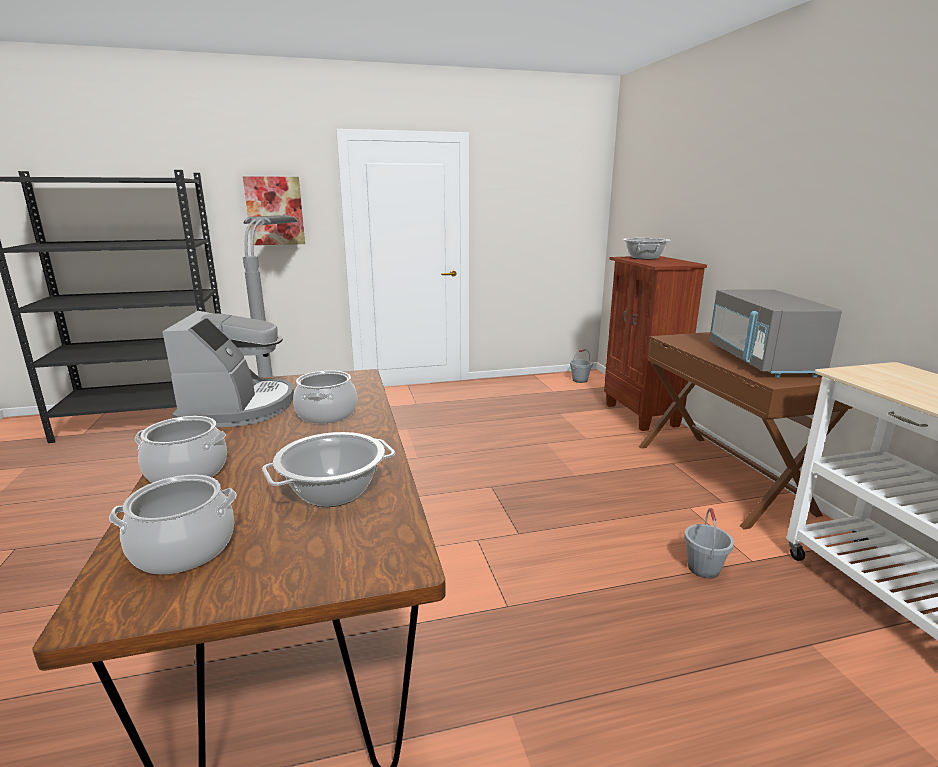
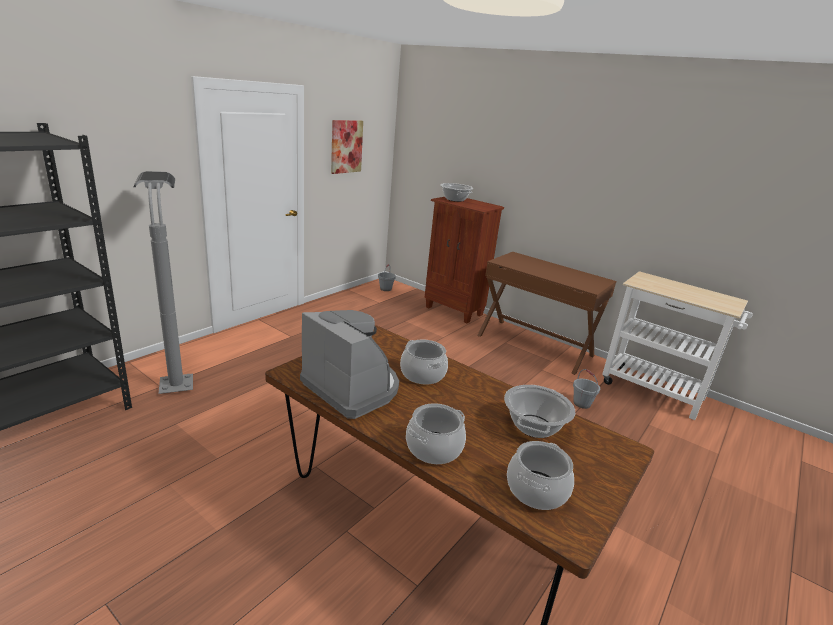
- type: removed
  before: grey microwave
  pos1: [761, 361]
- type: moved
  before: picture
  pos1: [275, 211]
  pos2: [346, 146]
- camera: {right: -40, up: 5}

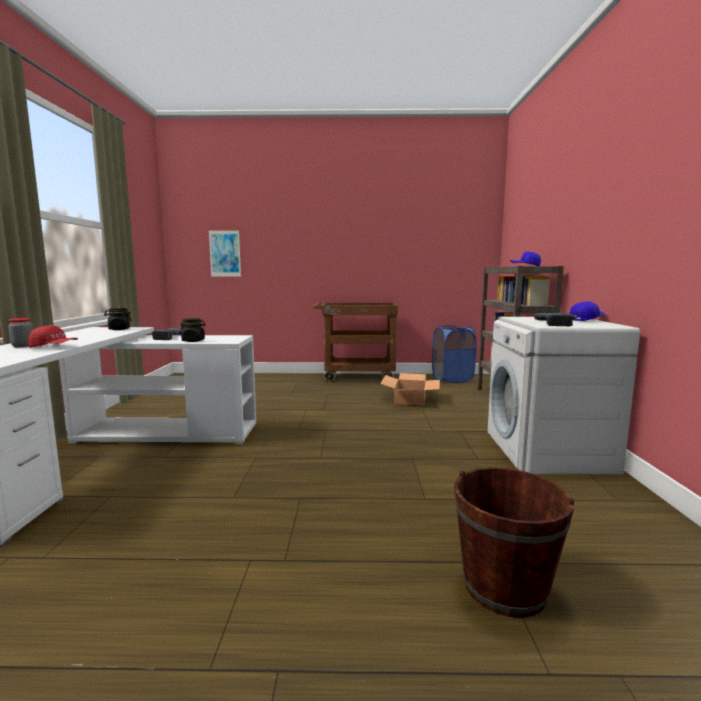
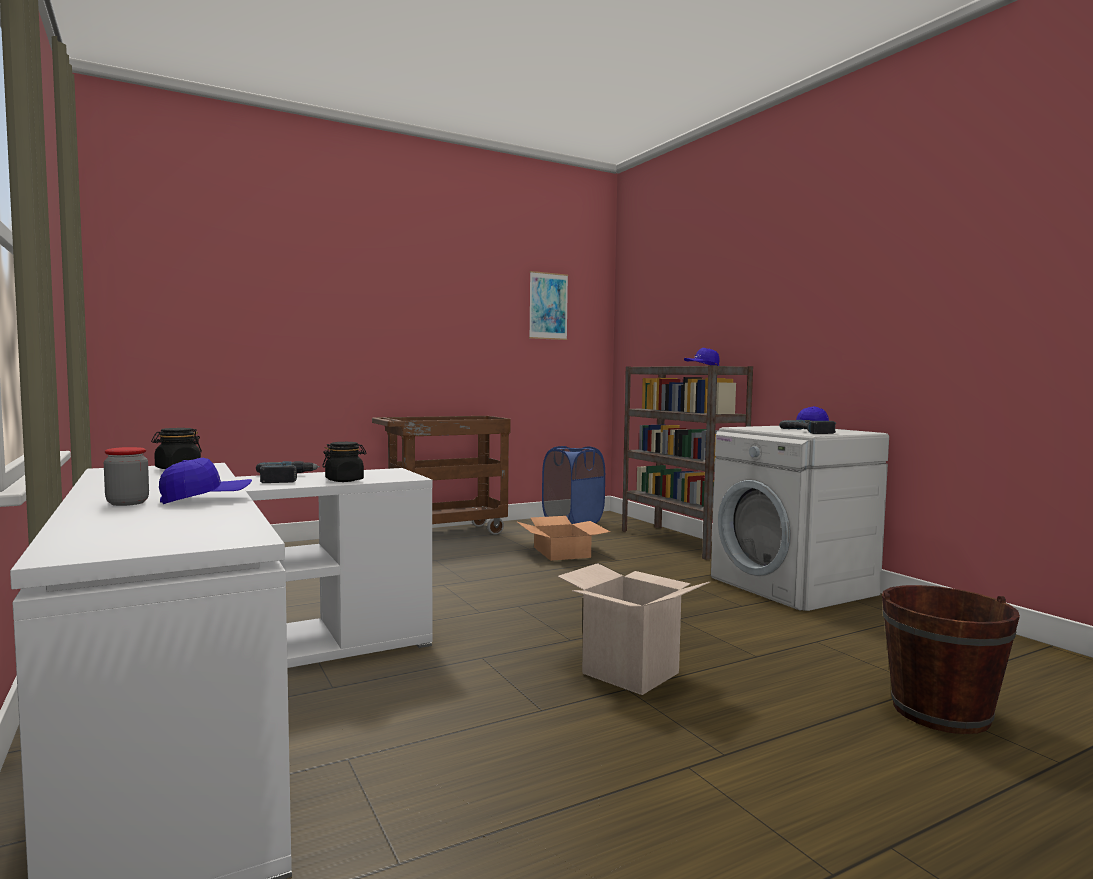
- type: added
  after: cardboard box
  pos2: [630, 673]
- type: moved
  before: picture
  pos1: [225, 253]
  pos2: [548, 306]
- type: recoloured
  before: red cap
  after: blue cap
  pos1: [54, 347]
  pos2: [206, 499]
- camera: {right: -30, up: -5}

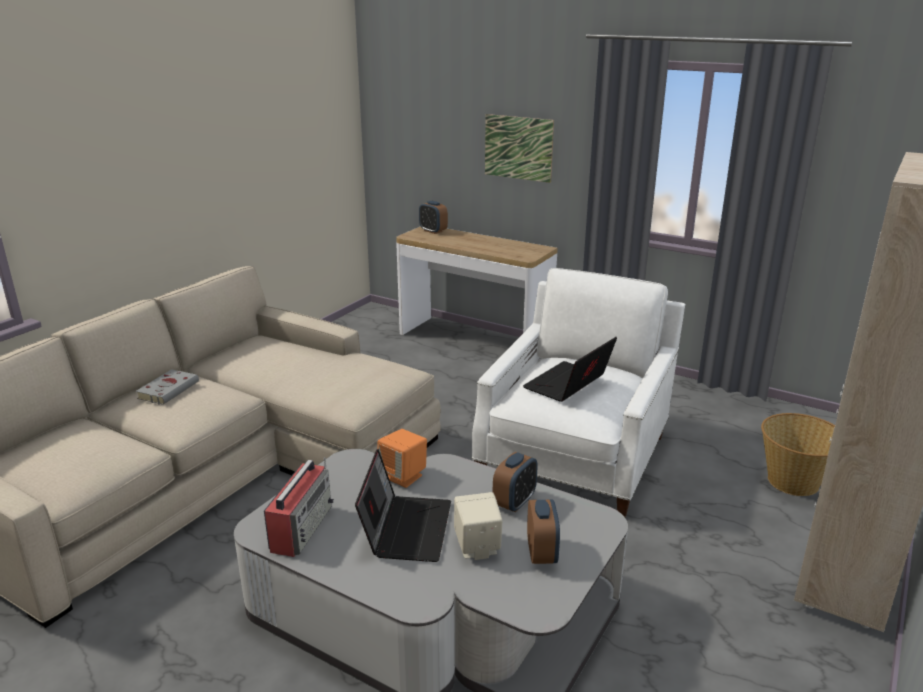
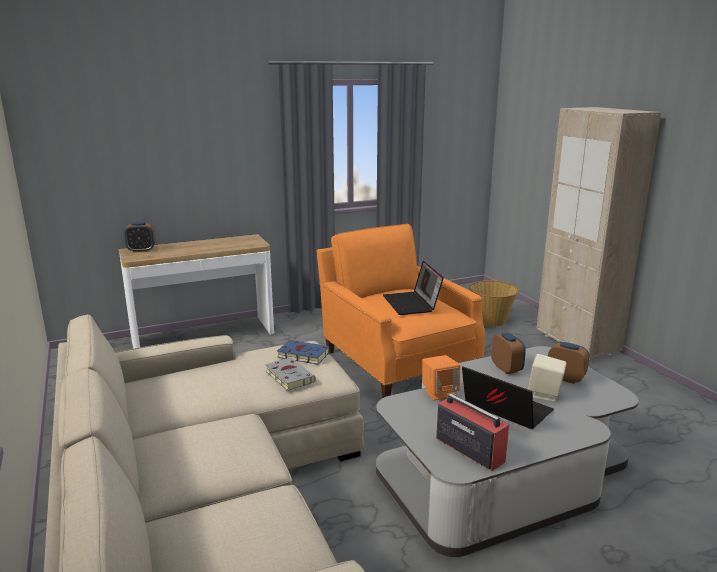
- type: removed
  before: picture
  pos1: [518, 148]
- type: added
  after: blue book
  pos2: [302, 355]
- type: moved
  before: grey book
  pos1: [169, 390]
  pos2: [288, 376]
- type: recoloured
  before: white armchair
  after: orange armchair
  pos1: [575, 453]
  pos2: [398, 359]
- camera: {right: -55, up: -5}

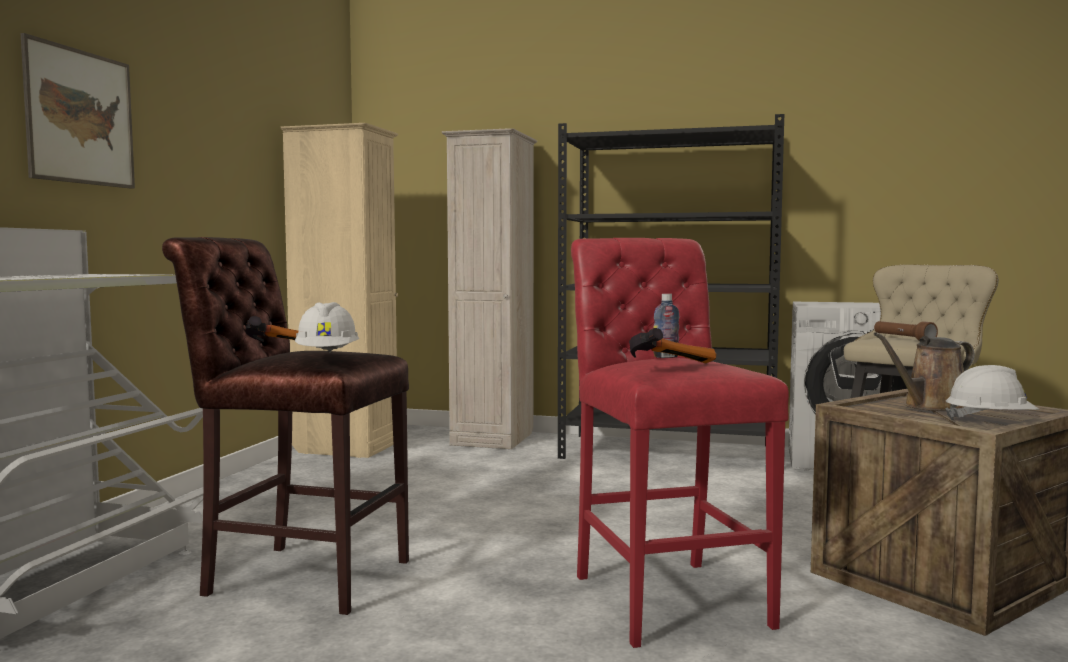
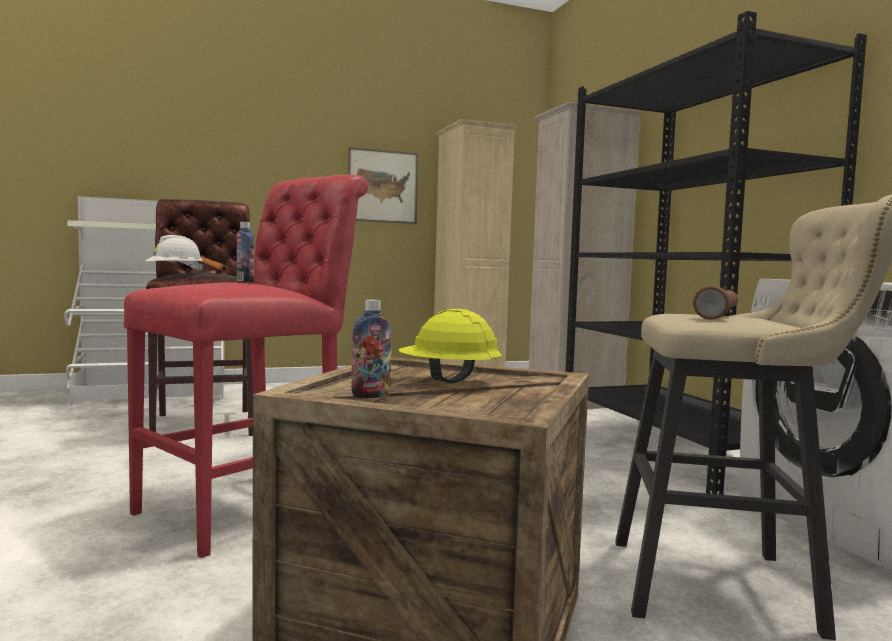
- type: removed
  before: hammer
  pos1: [670, 366]
- type: moved
  before: picture
  pos1: [80, 117]
  pos2: [382, 186]
- type: replaced
  before: brown watering can
  after: yellow hard hat
  pos1: [931, 407]
  pos2: [448, 381]
- type: replaced
  before: white hard hat
  after: bottle
  pos1: [990, 421]
  pos2: [371, 395]
- camera: {right: 55, up: 0}

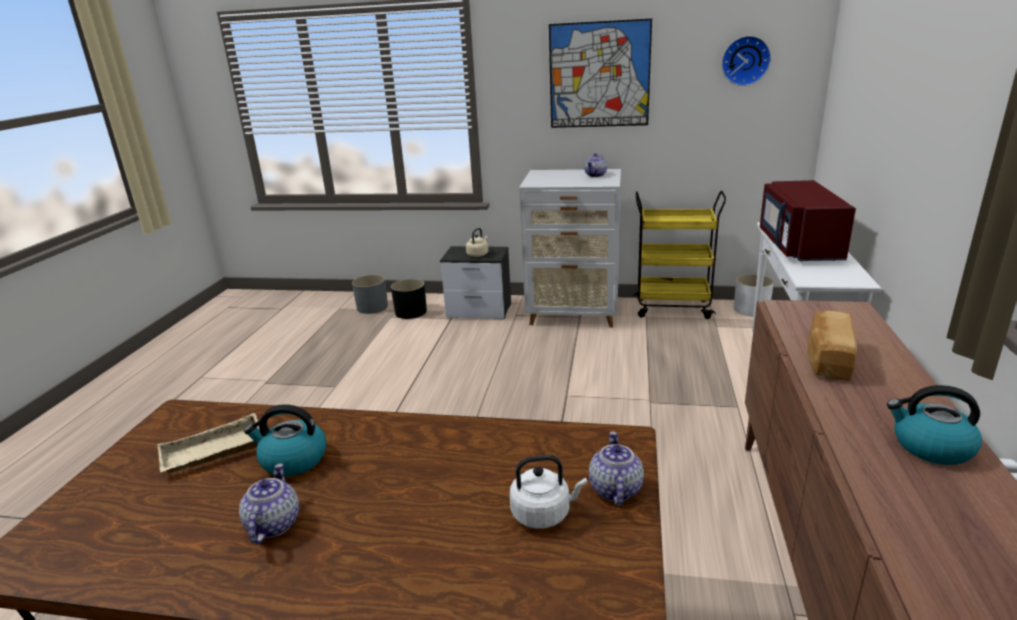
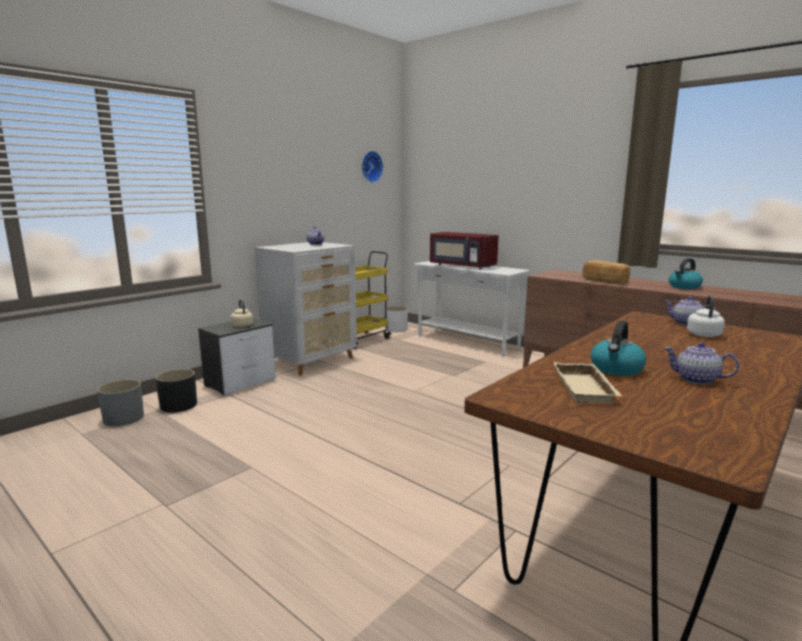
- type: removed
  before: picture
  pos1: [599, 75]
- camera: {right: -60, up: -10}

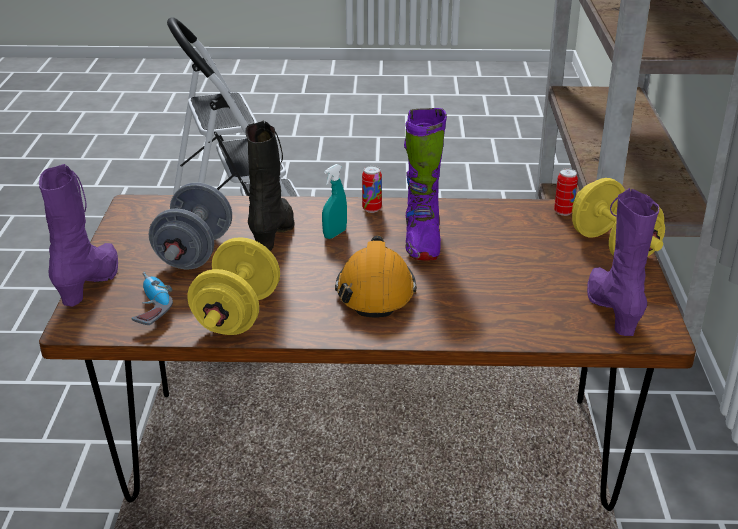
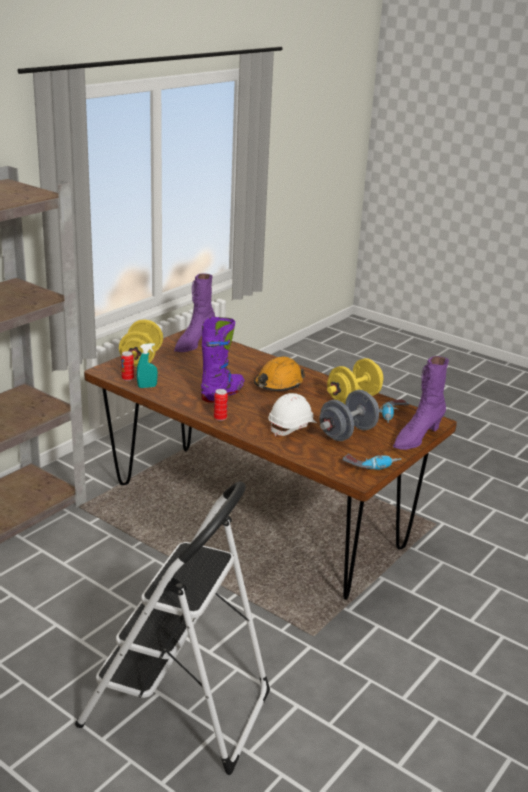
- type: added
  after: power drill
  pos2: [371, 466]
- type: moved
  before: turquoise spray bottle
  pos1: [335, 234]
  pos2: [147, 387]
- type: replaced
  before: black boot
  after: white hard hat
  pos1: [274, 233]
  pos2: [292, 426]
- camera: {right: -145, up: -5}

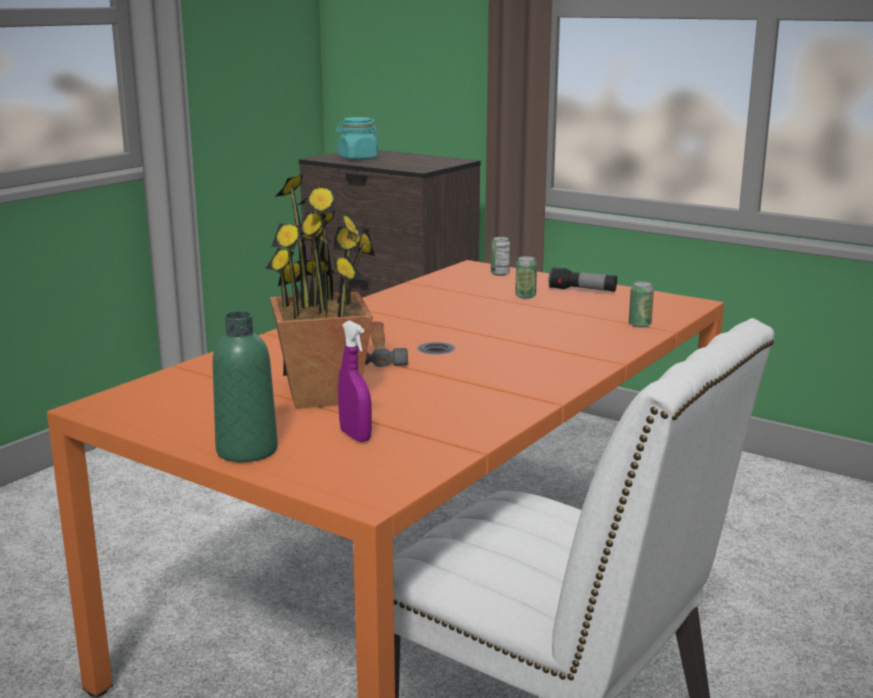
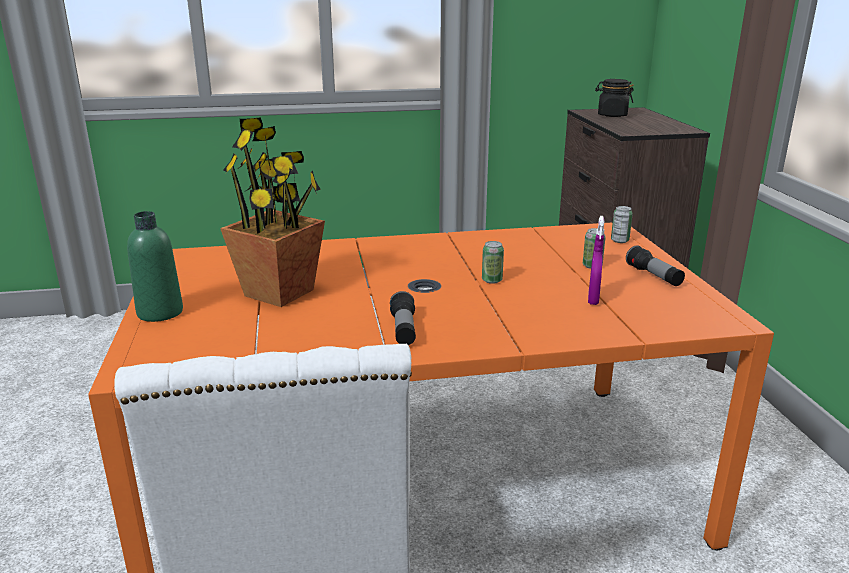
- type: removed
  before: hammer
  pos1: [381, 349]
- type: added
  after: flashlight
  pos2: [403, 330]
- type: moved
  before: purple spray bottle
  pos1: [355, 436]
  pos2: [593, 299]
- type: moved
  before: can
  pos1: [639, 325]
  pos2: [492, 280]
- type: recoloured
  before: turquoise jar
  after: black jar
  pos1: [357, 158]
  pos2: [612, 115]
- camera: {right: 45, up: 5}

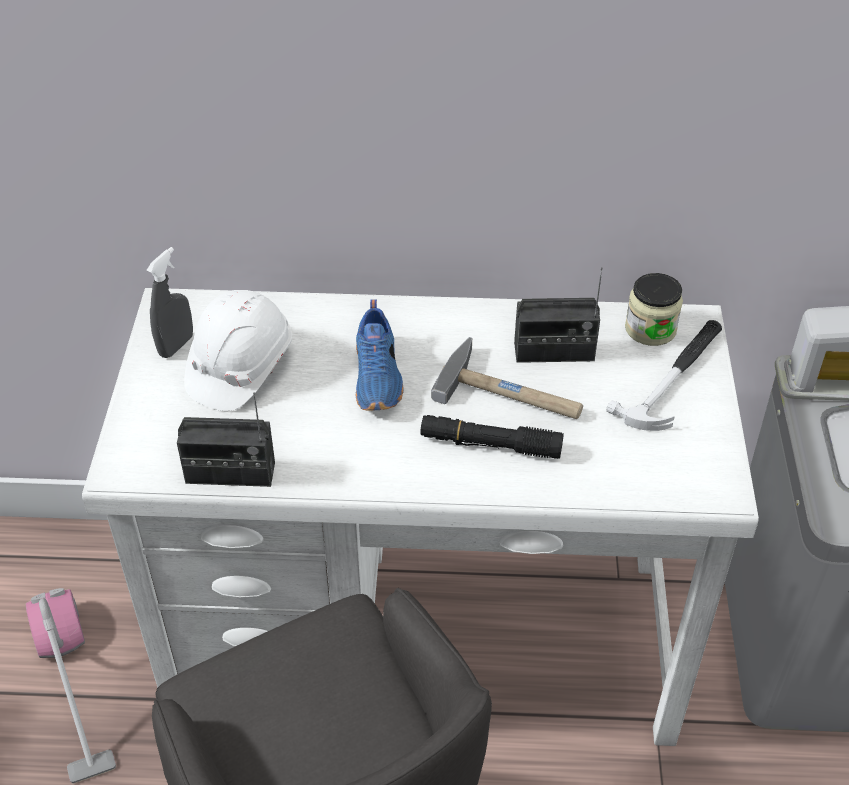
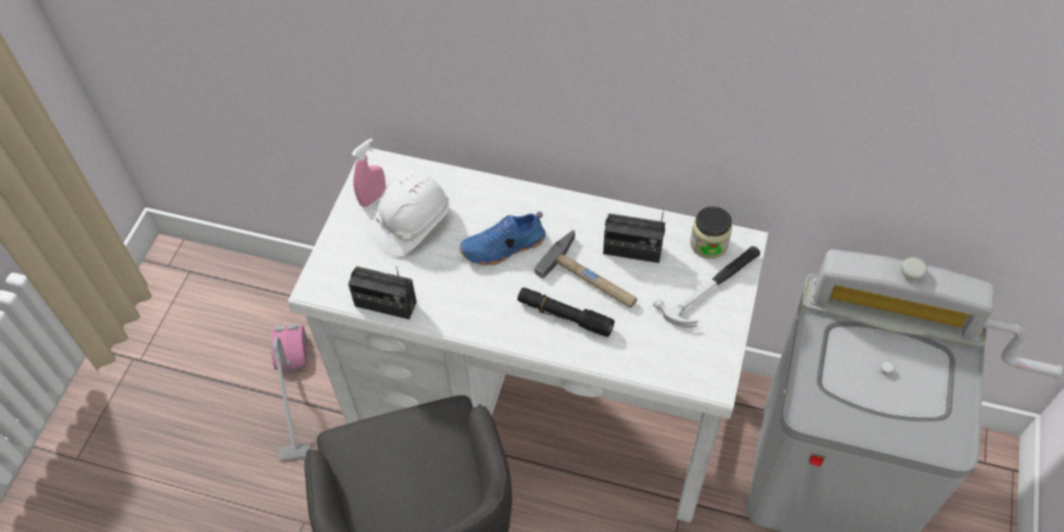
- type: recoloured
  before: grey spray bottle
  after: pink spray bottle
  pos1: [176, 346]
  pos2: [373, 198]
- type: turned
  before: blue shoe
  pos1: [379, 377]
  pos2: [503, 248]
  turn: 60
- camera: {right: 15, up: 10}

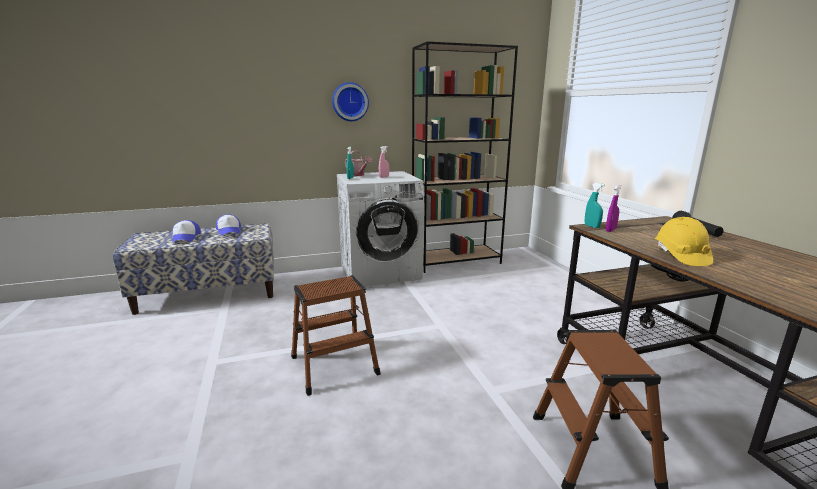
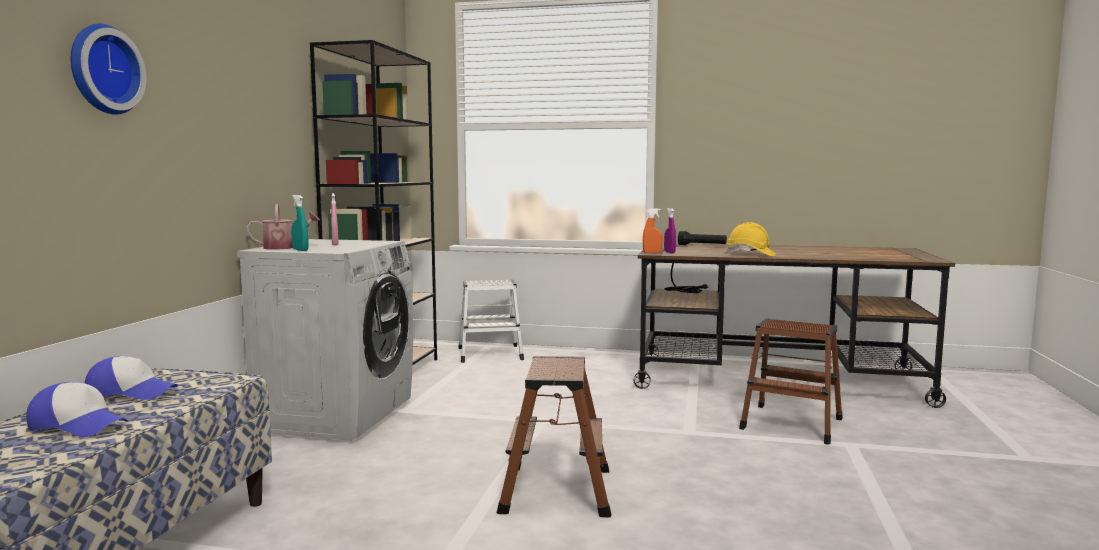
- type: added
  after: white step ladder
  pos2: [490, 353]
- type: moved
  before: wall clock
  pos1: [350, 102]
  pos2: [102, 70]
- type: recoloured
  before: turquoise spray bottle
  after: orange spray bottle
  pos1: [592, 226]
  pos2: [652, 253]
- camera: {right: -60, up: -10}

